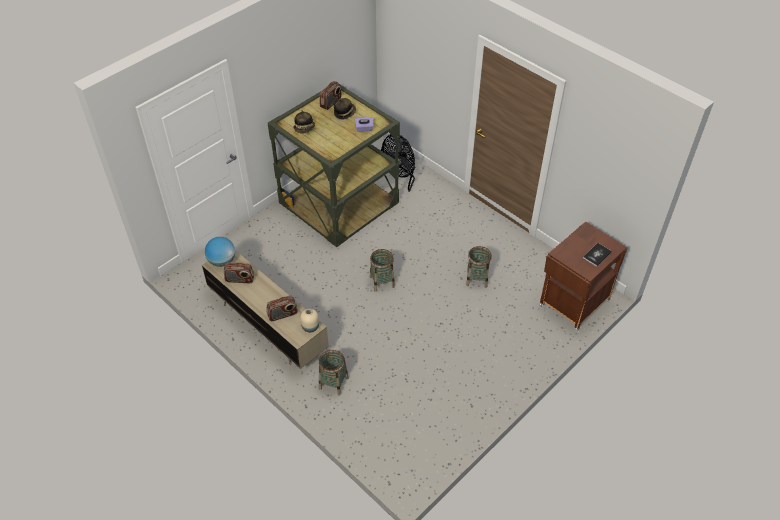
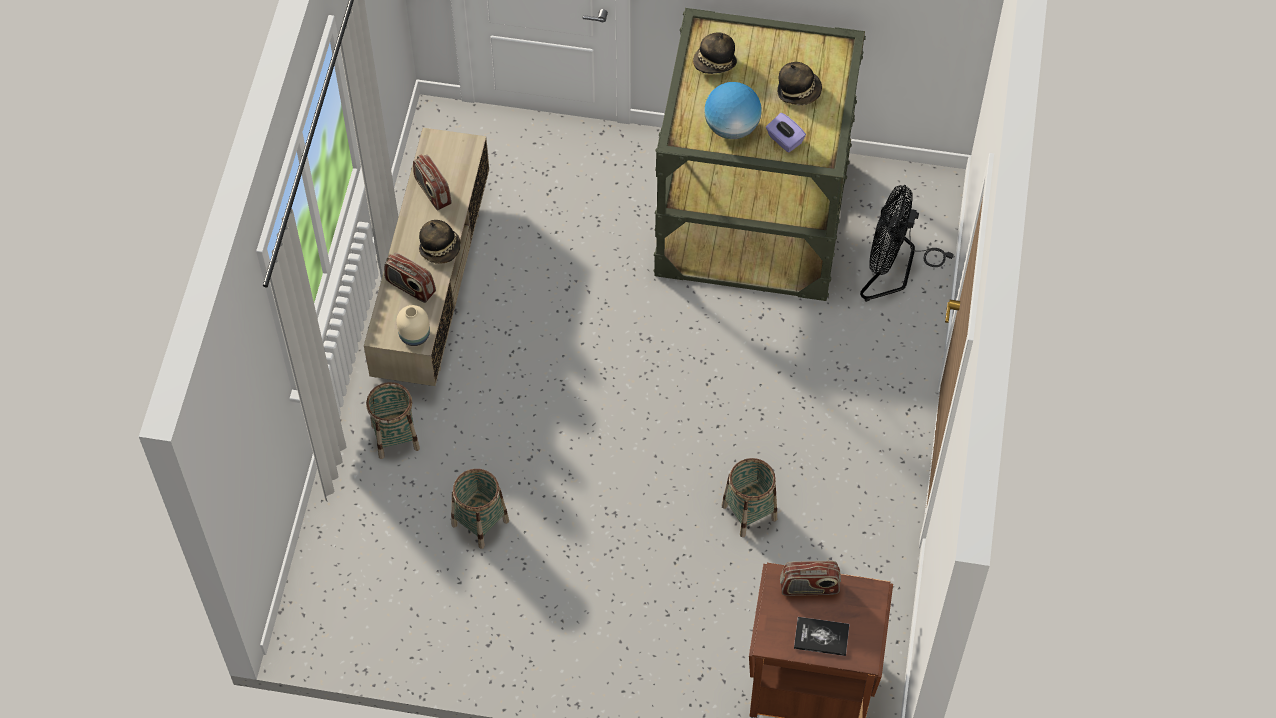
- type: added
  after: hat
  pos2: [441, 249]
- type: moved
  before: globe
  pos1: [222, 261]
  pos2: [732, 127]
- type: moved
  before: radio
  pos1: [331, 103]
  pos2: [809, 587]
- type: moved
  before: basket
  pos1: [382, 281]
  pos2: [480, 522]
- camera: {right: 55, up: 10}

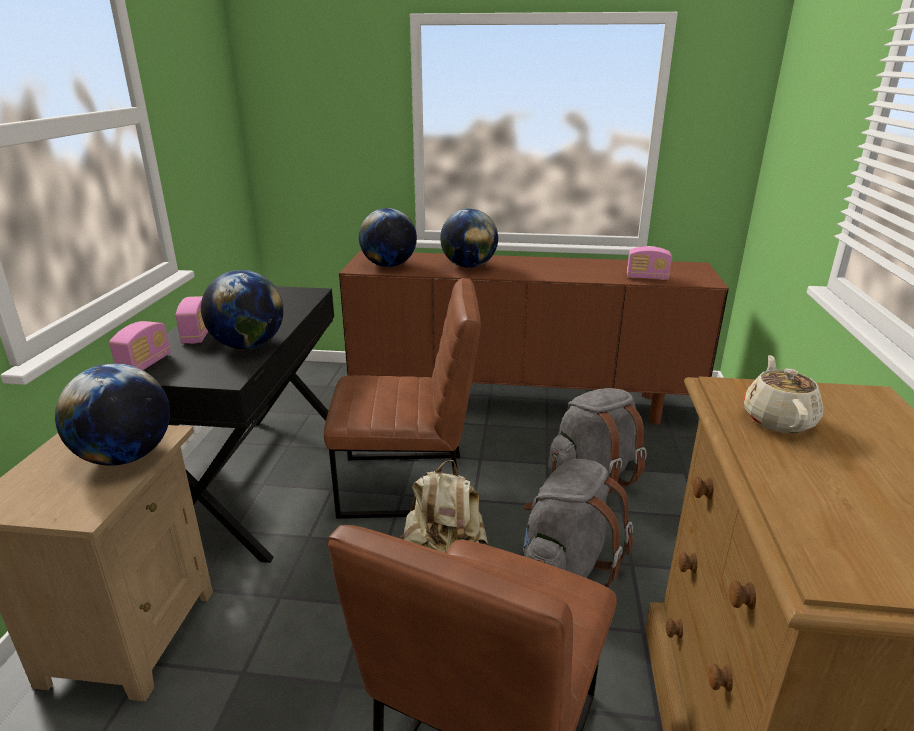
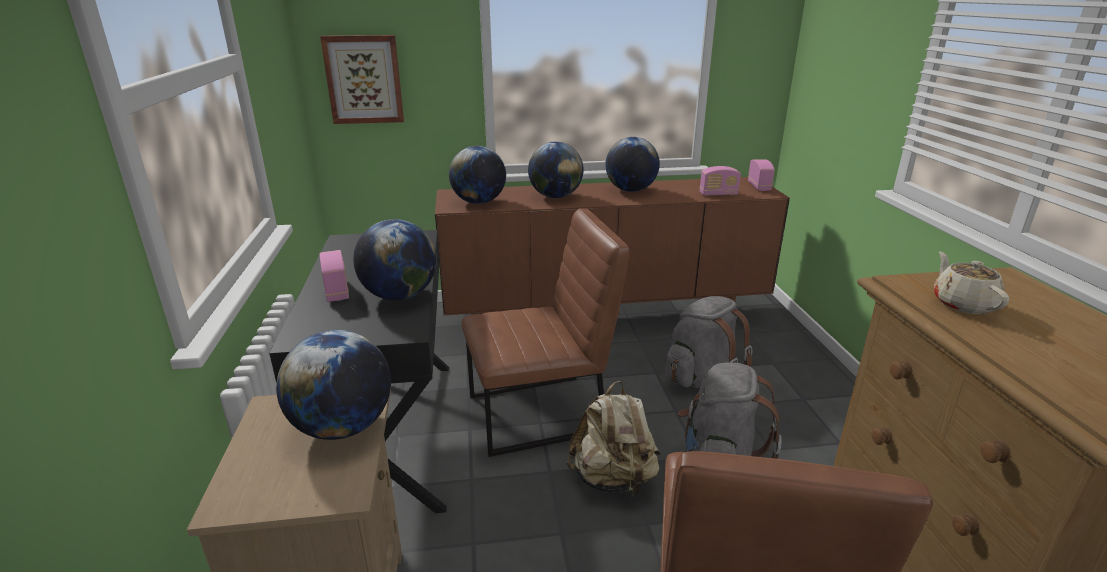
- type: added
  after: picture
  pos2: [364, 79]
- type: added
  after: globe
  pos2: [631, 190]
- type: moved
  before: radio
  pos1: [145, 364]
  pos2: [759, 186]
- camera: {right: -15, up: 0}

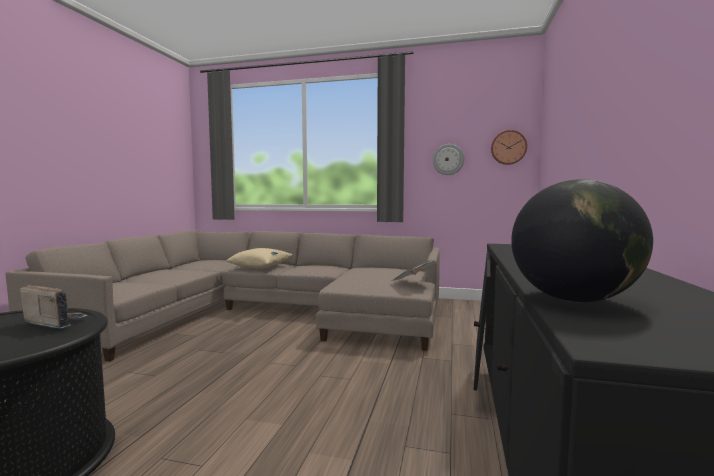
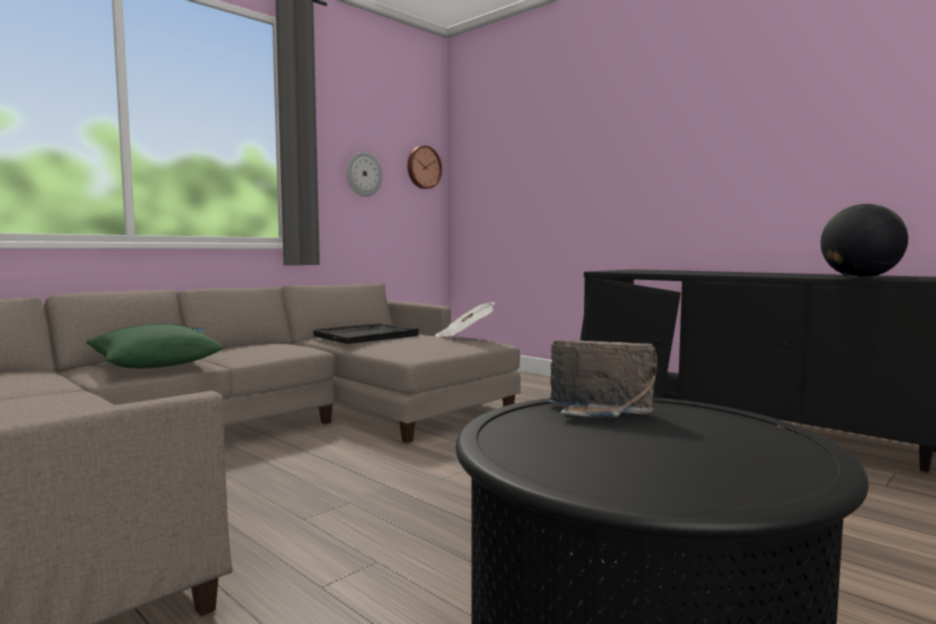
- type: added
  after: black tray
  pos2: [367, 335]
- type: recoloured
  before: beige pillow
  after: green pillow
  pos1: [260, 267]
  pos2: [155, 365]
- type: turned
  before: radio
  pos1: [55, 322]
  pos2: [601, 412]
  turn: -120
- camera: {right: -60, up: 0}

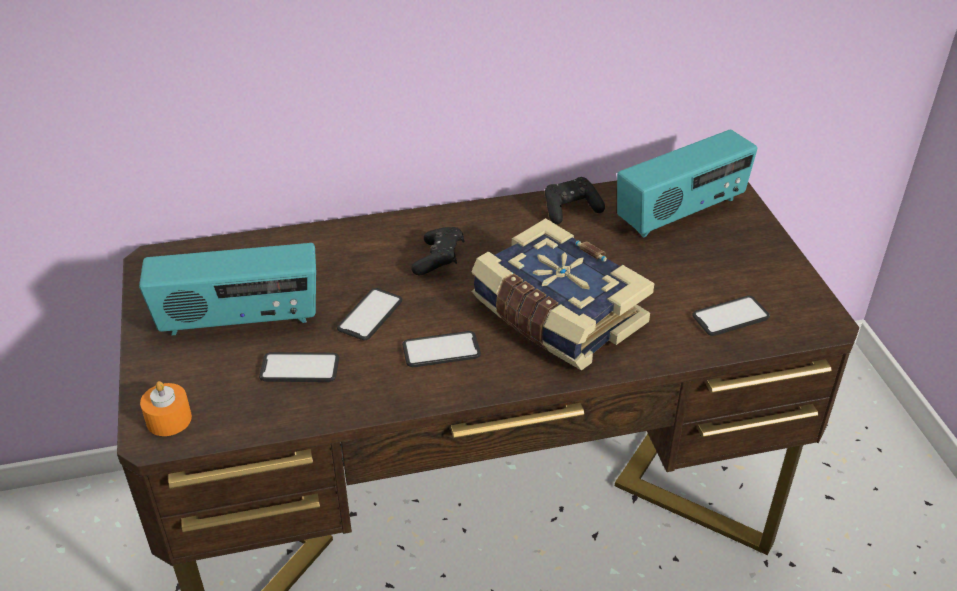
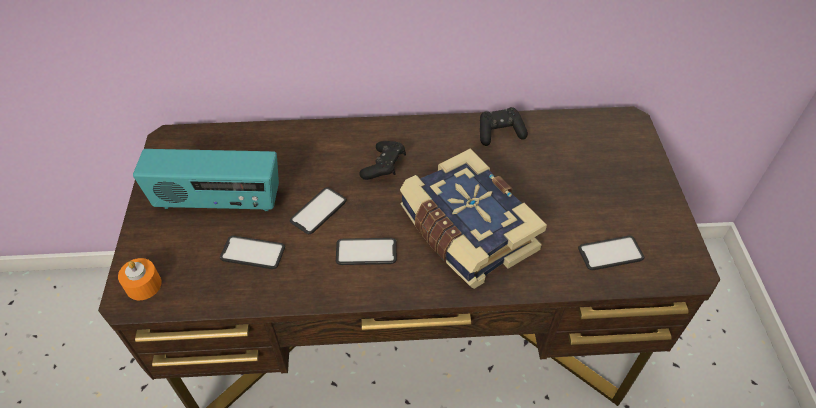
- type: removed
  before: radio
  pos1: [681, 213]
- camera: {right: 10, up: 10}

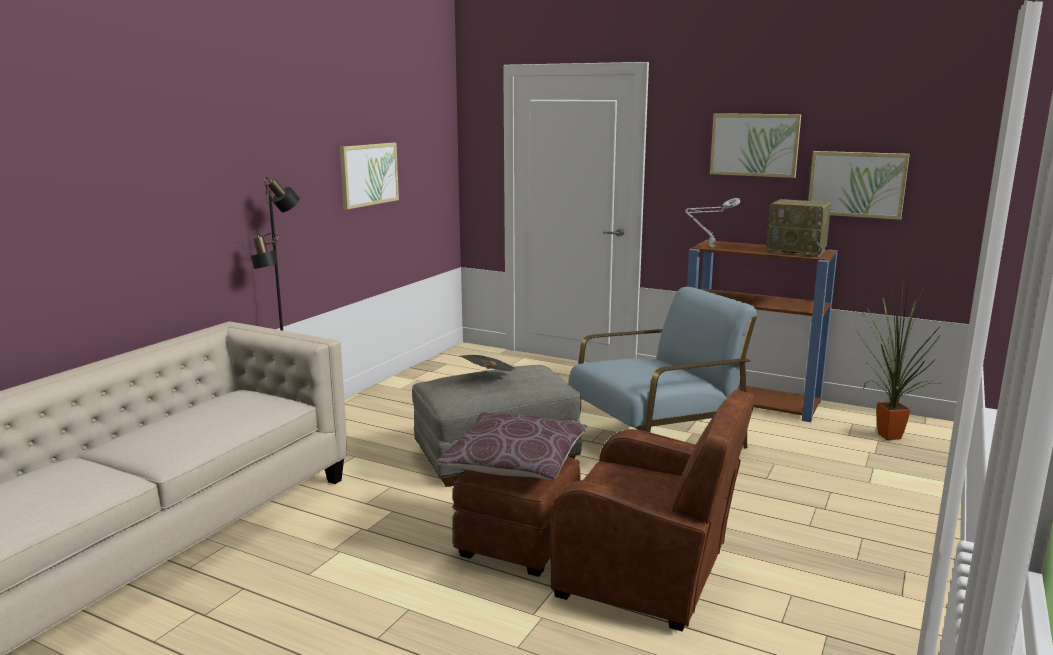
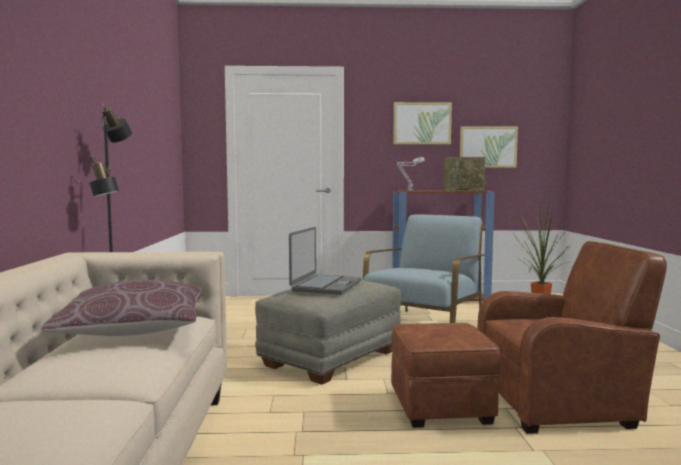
- type: removed
  before: picture
  pos1: [368, 174]
- type: moved
  before: brown pillow
  pos1: [515, 464]
  pos2: [134, 330]
- type: replaced
  before: newspaper
  after: laptop
  pos1: [490, 378]
  pos2: [325, 286]
- camera: {right: -30, up: -10}

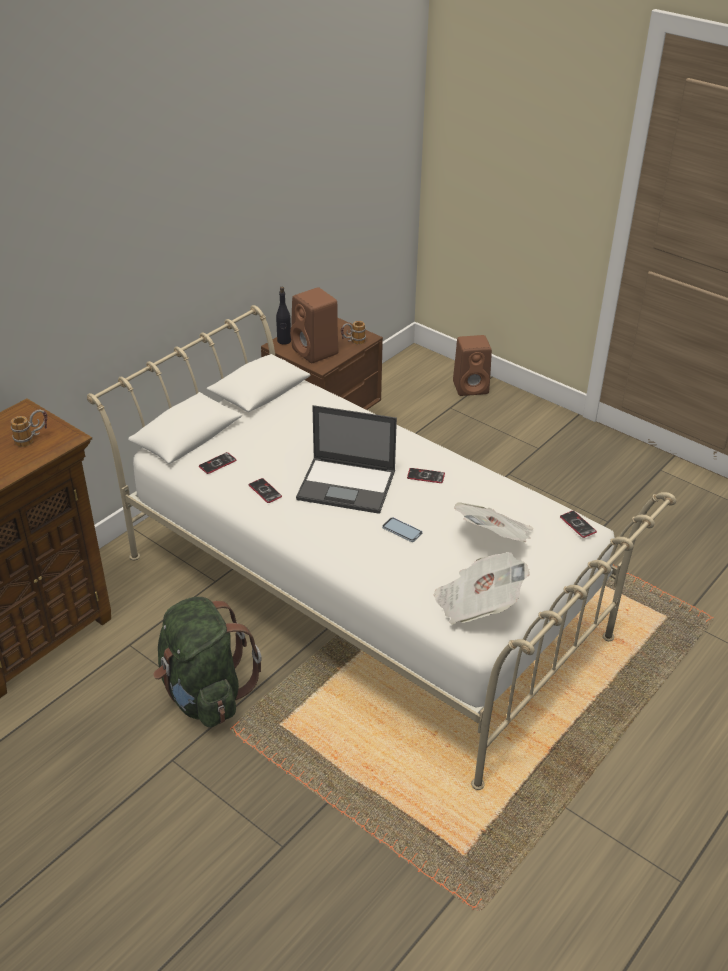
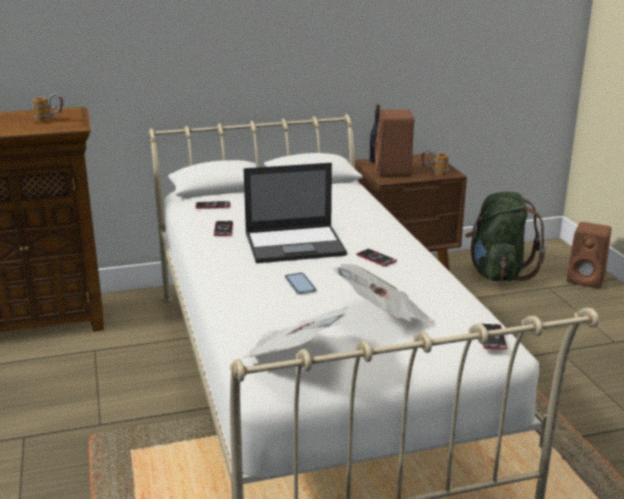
- type: moved
  before: green backpack
  pos1: [205, 694]
  pos2: [498, 273]
- type: turned
  before: laptop
  pos1: [347, 485]
  pos2: [296, 244]
  turn: -60
- camera: {right: 35, up: -15}

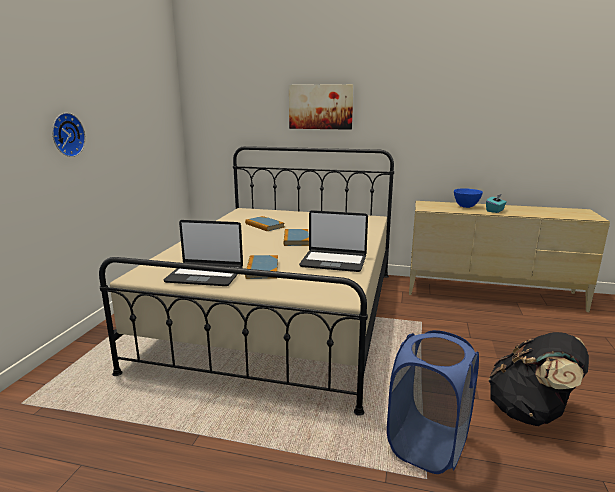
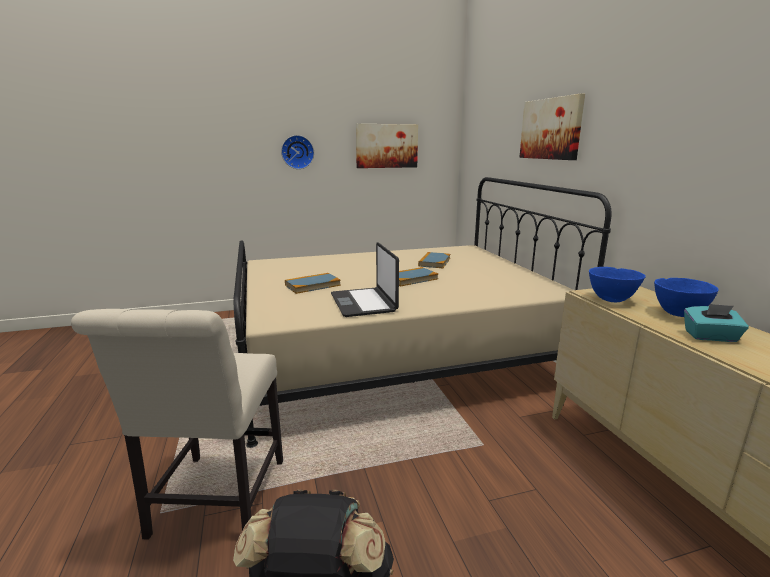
- type: removed
  before: laptop
  pos1: [205, 275]
- type: added
  after: picture
  pos2: [386, 146]
- type: added
  after: blue bowl
  pos2: [611, 300]
- type: replaced
  before: blue laundry basket
  after: beige chair
  pos1: [428, 445]
  pos2: [214, 504]
- camera: {right: 60, up: 0}

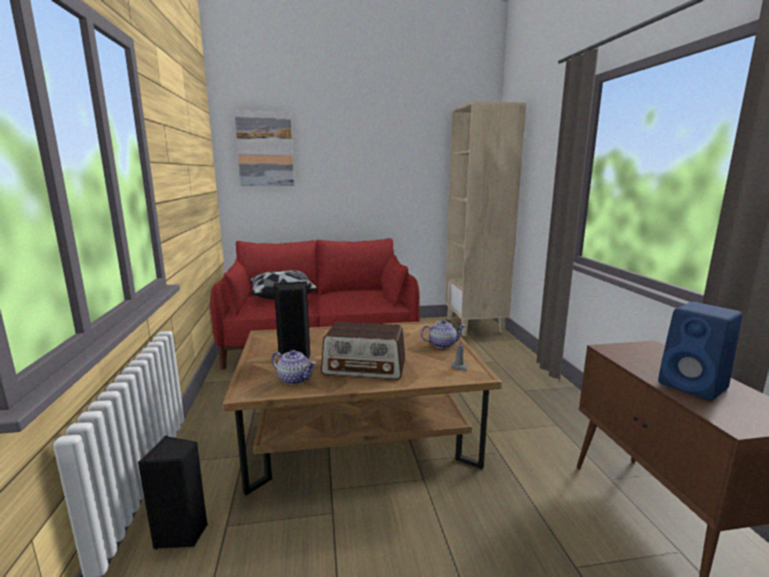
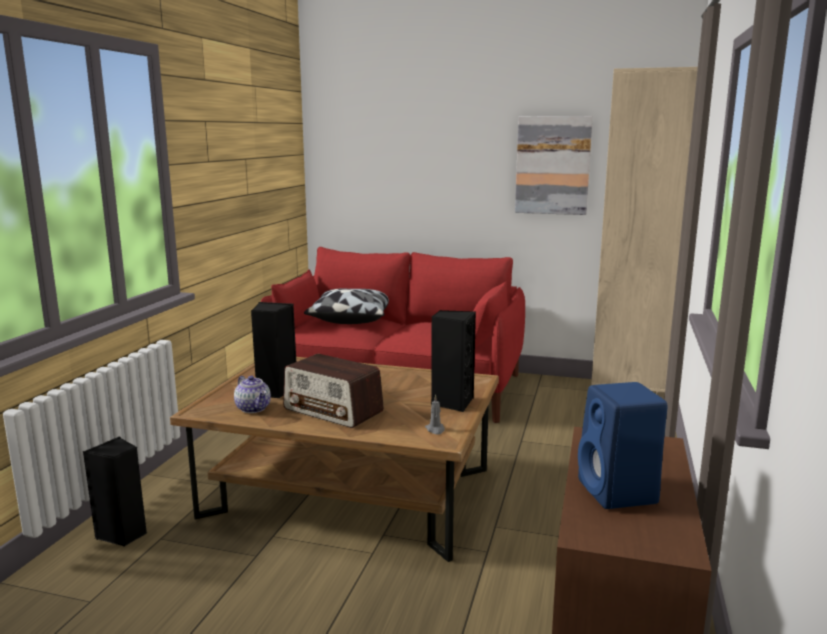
- type: moved
  before: picture
  pos1: [265, 149]
  pos2: [552, 165]
- type: replaced
  before: teapot
  after: black speaker
  pos1: [442, 344]
  pos2: [452, 402]
- camera: {right: 25, up: 0}

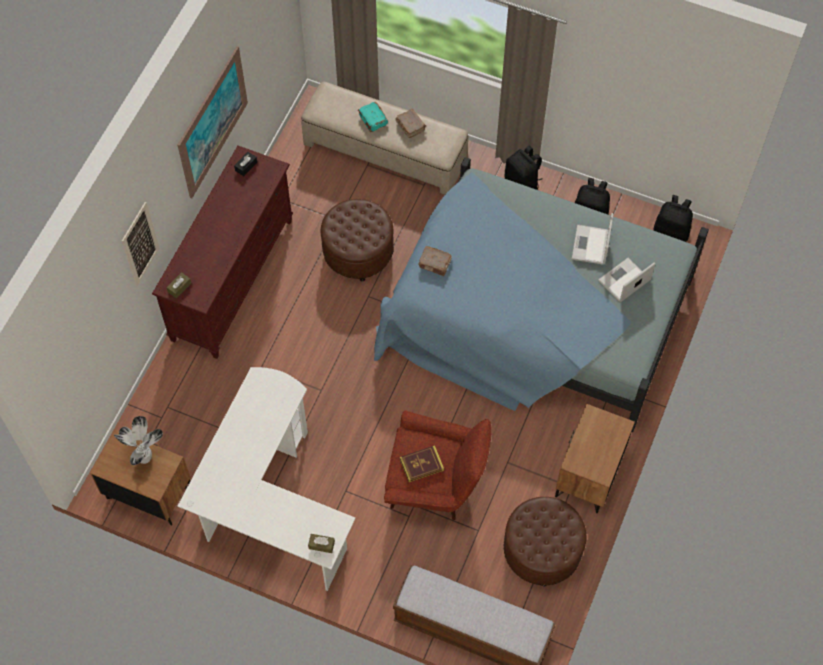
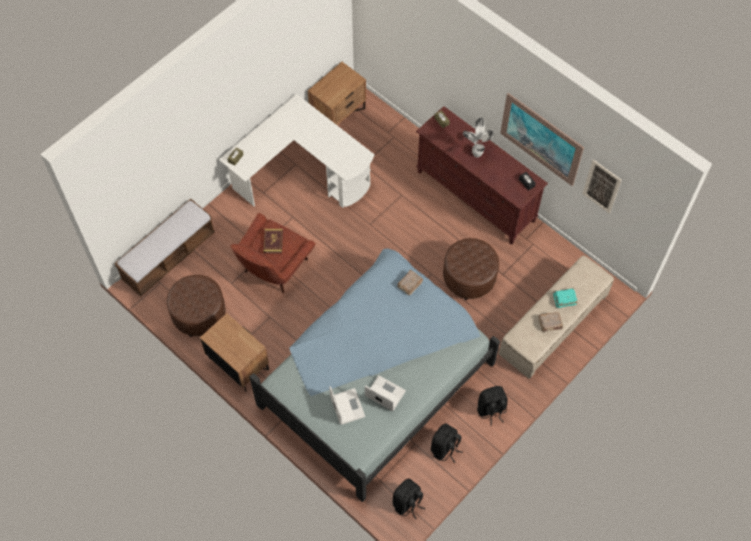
- type: moved
  before: potted plant
  pos1: [146, 459]
  pos2: [476, 154]
- type: moved
  before: picture
  pos1: [140, 244]
  pos2: [601, 186]
- camera: {right: 110, up: 0}

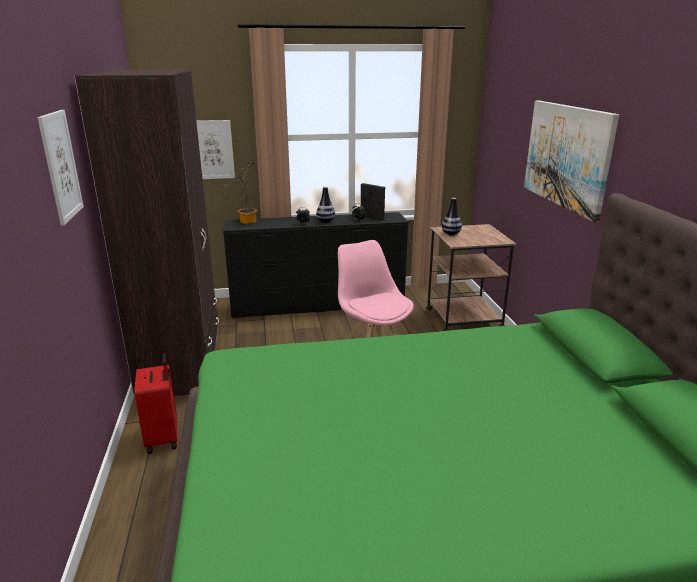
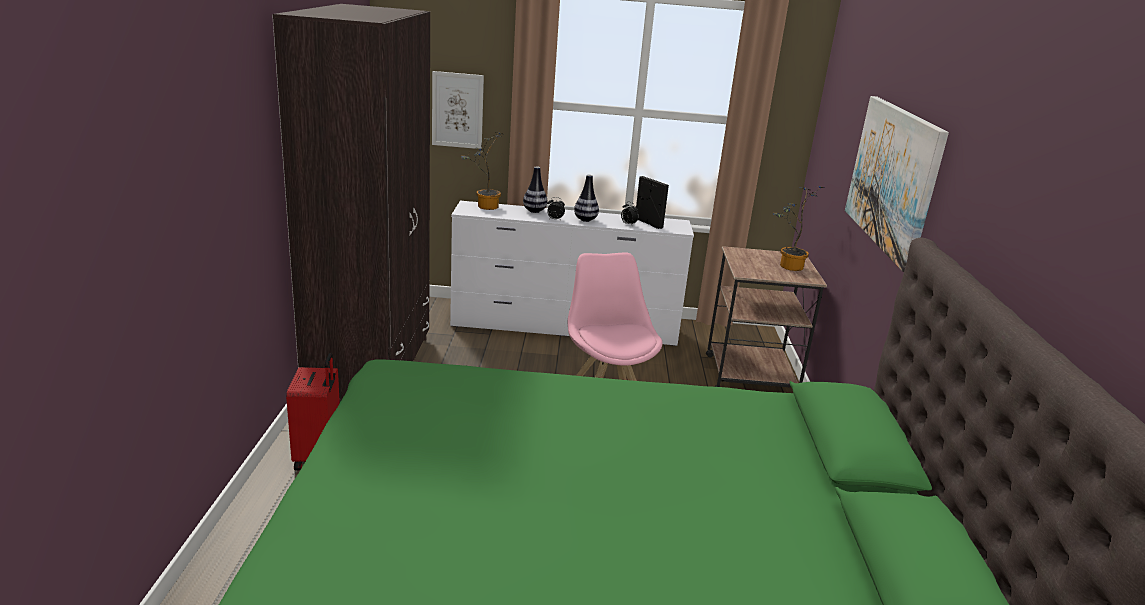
- type: removed
  before: picture
  pos1: [61, 166]
- type: added
  after: potted plant
  pos2: [788, 266]
- type: moved
  before: vase
  pos1: [451, 234]
  pos2: [534, 211]
- type: recoloured
  before: black dresser
  after: white dresser
  pos1: [318, 305]
  pos2: [565, 327]
- camera: {right: 10, up: 0}

